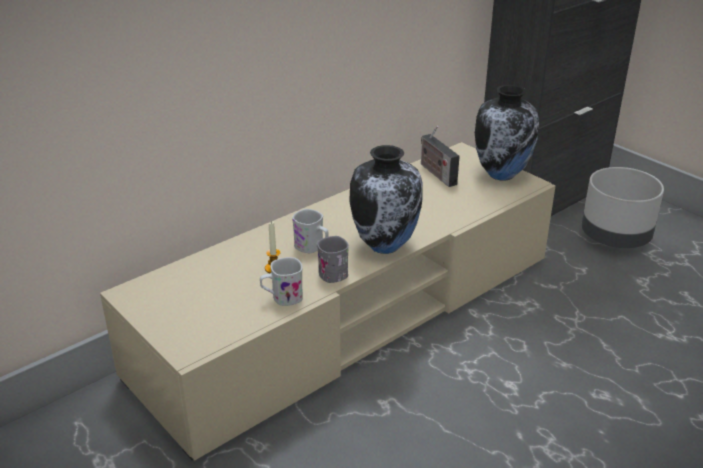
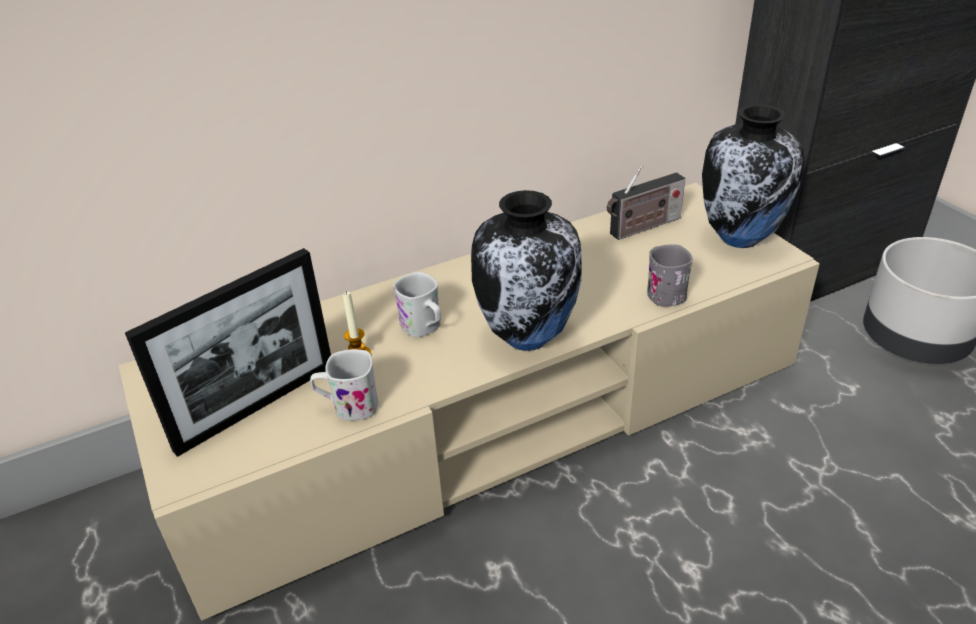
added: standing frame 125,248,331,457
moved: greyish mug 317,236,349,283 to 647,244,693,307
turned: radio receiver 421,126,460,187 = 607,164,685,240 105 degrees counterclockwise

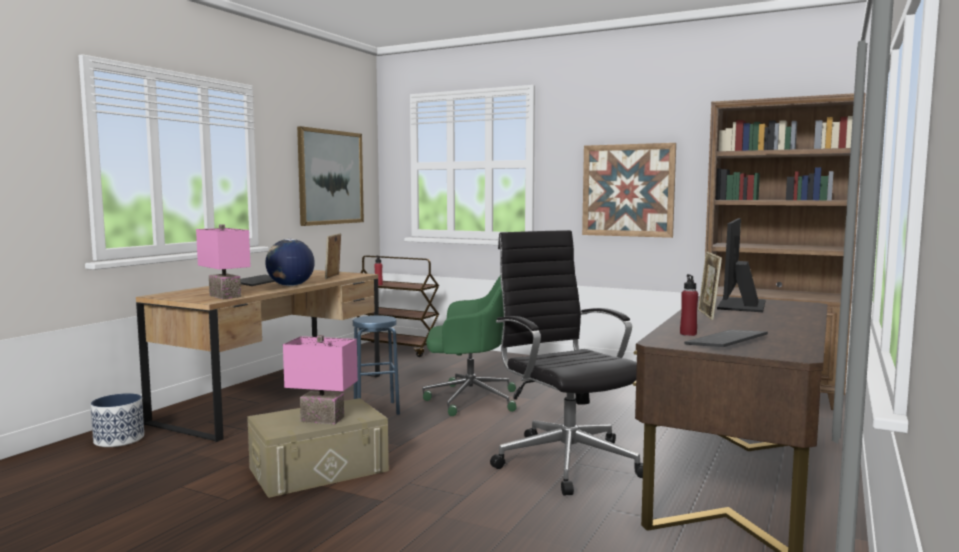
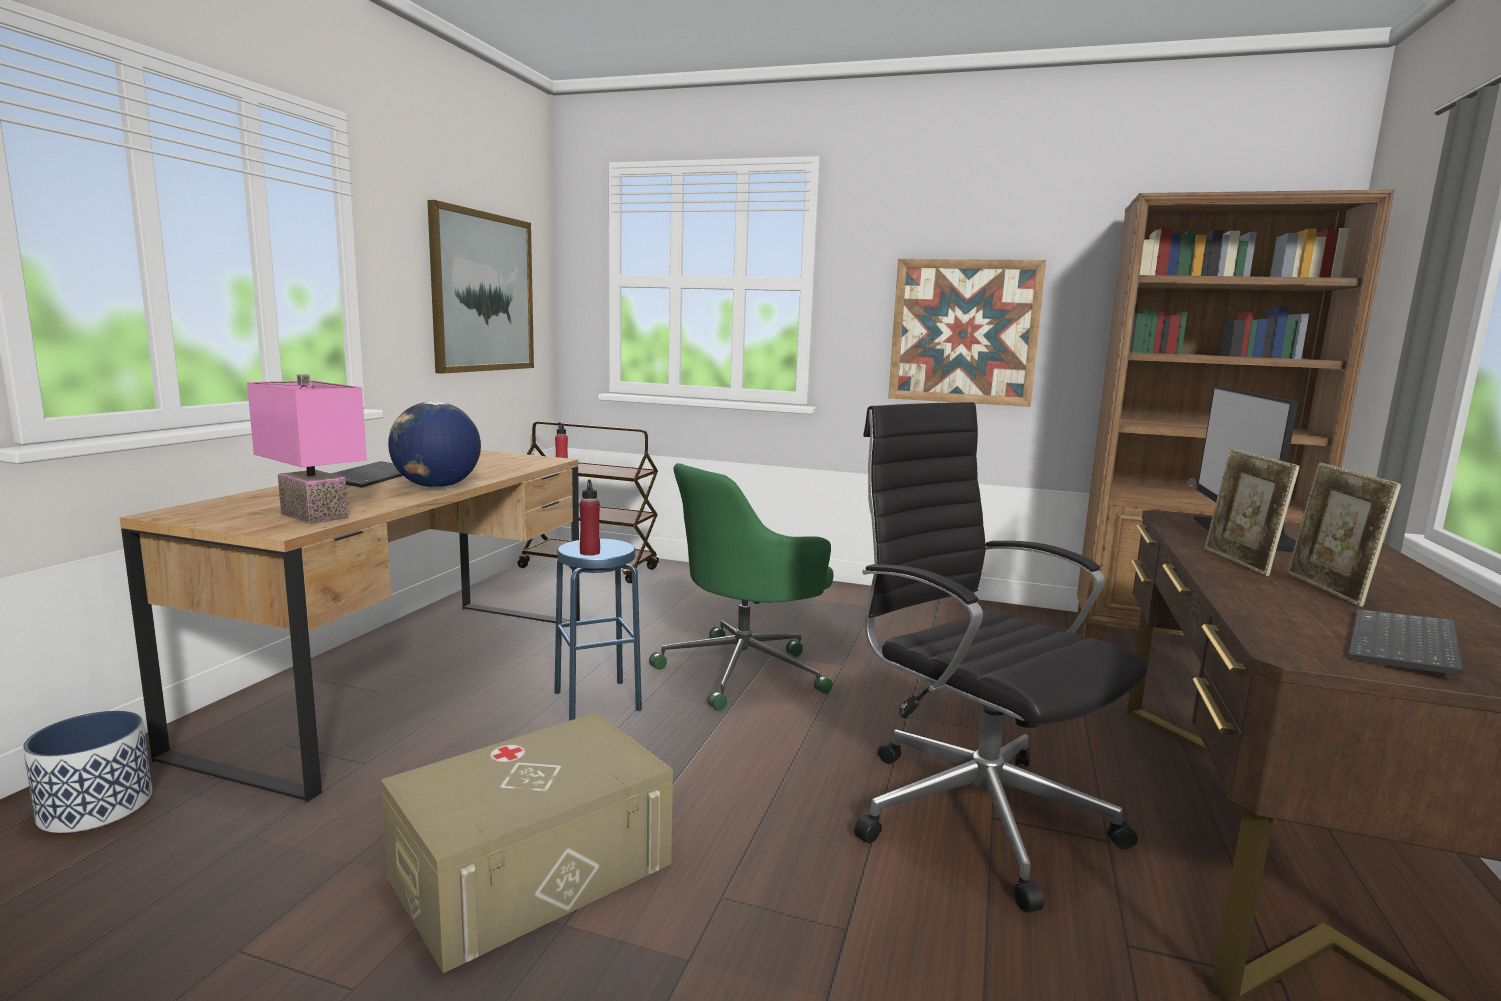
removed: pink-coloured table lamp 283,335,358,424
moved: standing frame 325,233,341,279 to 1287,463,1401,607; red beverage bottle 680,274,698,336 to 579,479,600,556
turned: green-coloured office chair 422,276,516,416 = 649,463,834,711 150 degrees clockwise

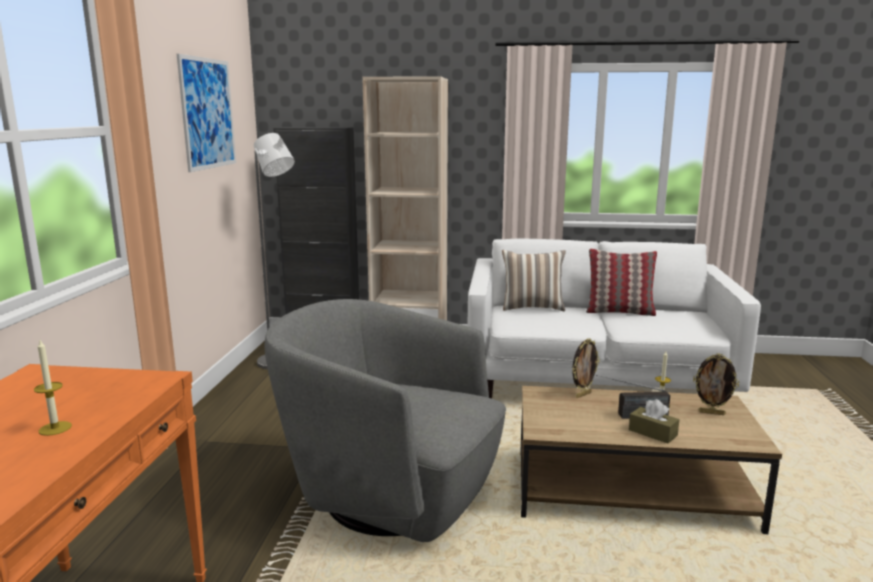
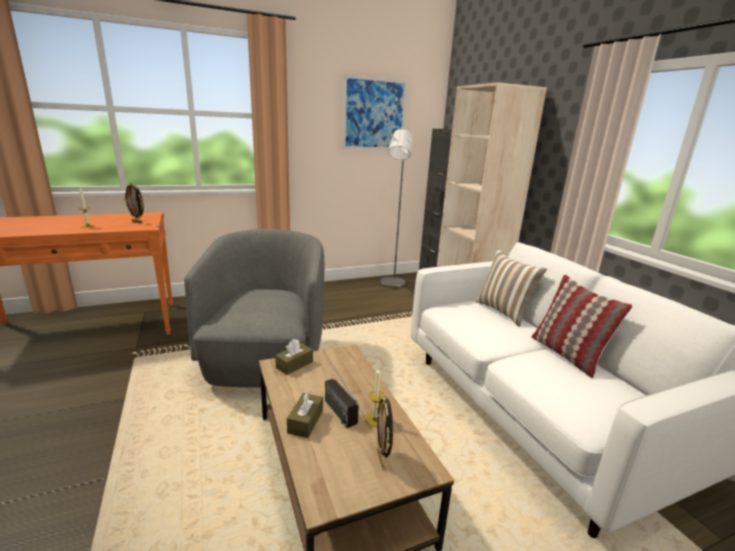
added: brown-coloured tissue box 275,339,313,375
moved: standing frame 572,338,600,398 to 124,183,144,224

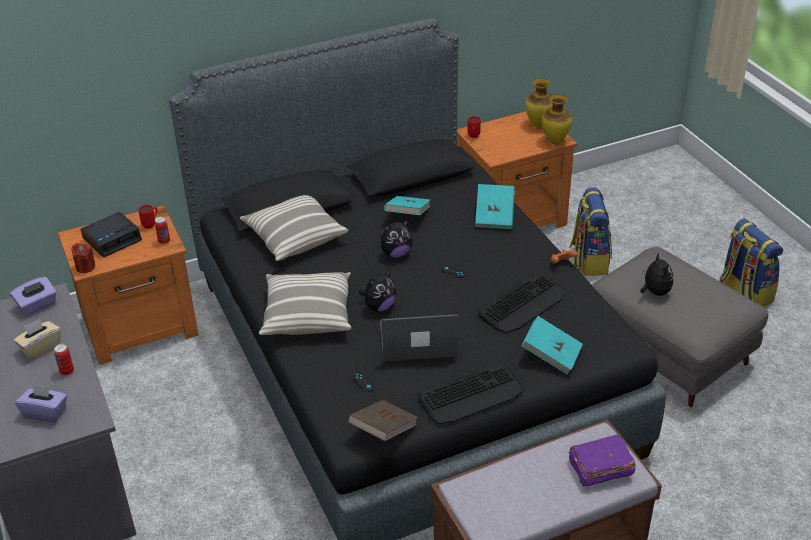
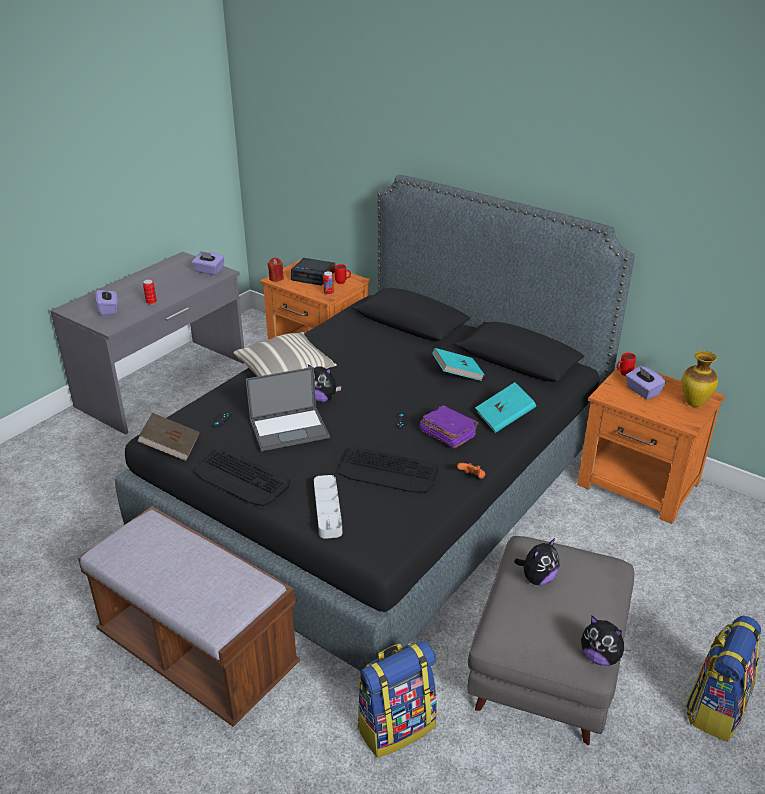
removed: beige-coloured tissue box 14,318,61,360; pillow 240,195,348,261; decorative vase 541,94,572,144
added: purplish tissue box 626,366,666,399
moved: plush toy 380,219,413,257 to 581,616,631,666; purplish book 568,434,636,486 to 420,405,478,448; rucksack 570,187,612,276 to 357,640,437,758
replaced: blue-green book 521,316,583,375 to greyish carrying tray 314,475,342,539
turned: notebook computer 380,314,458,362 = 246,367,330,451 105 degrees clockwise

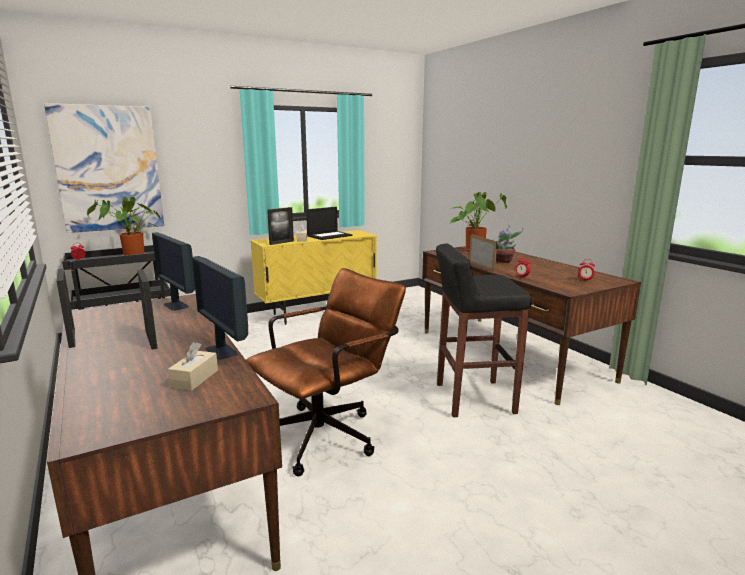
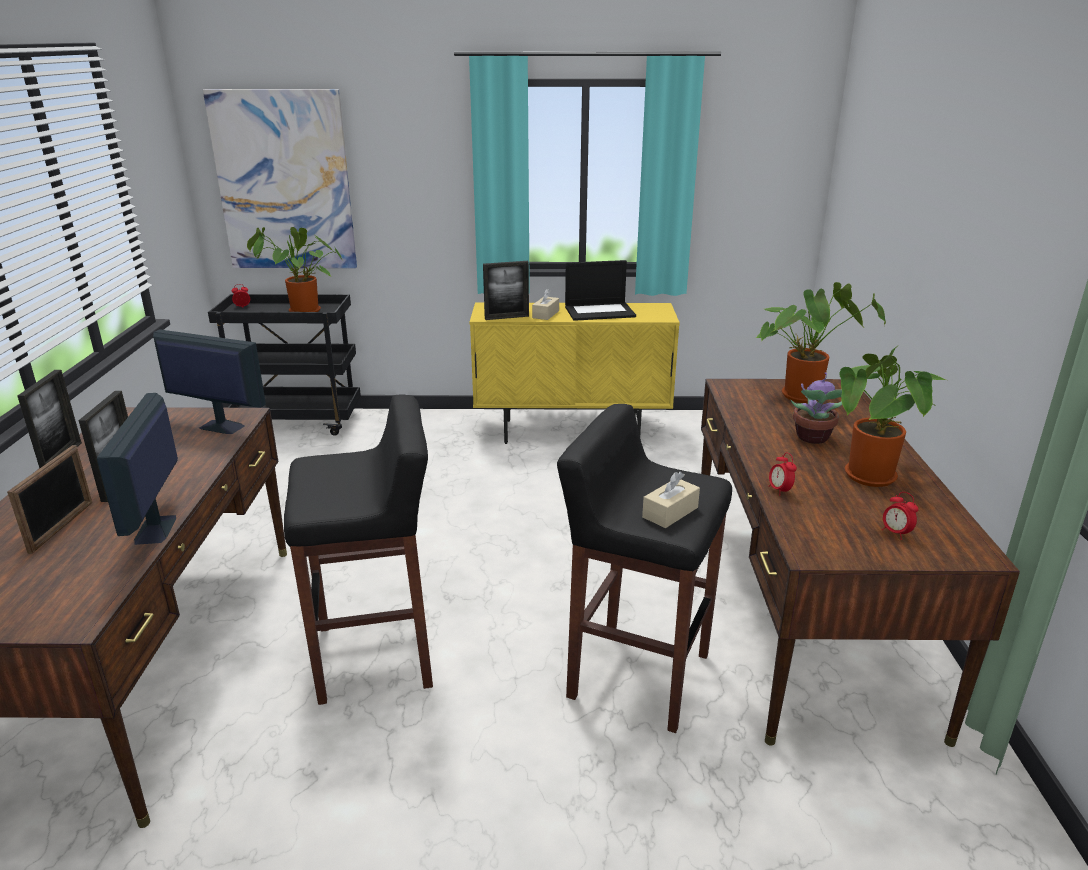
added: houseplant 840,347,946,487
moved: beige-coloured tissue box 168,342,218,391 to 642,472,700,528; standing frame 469,234,497,272 to 7,445,92,554
replaced: brown-coloured office chair 246,268,406,477 to blackish sitting stool 284,394,433,705
turned: computer screen 152,232,195,311 = 153,329,266,434 120 degrees clockwise

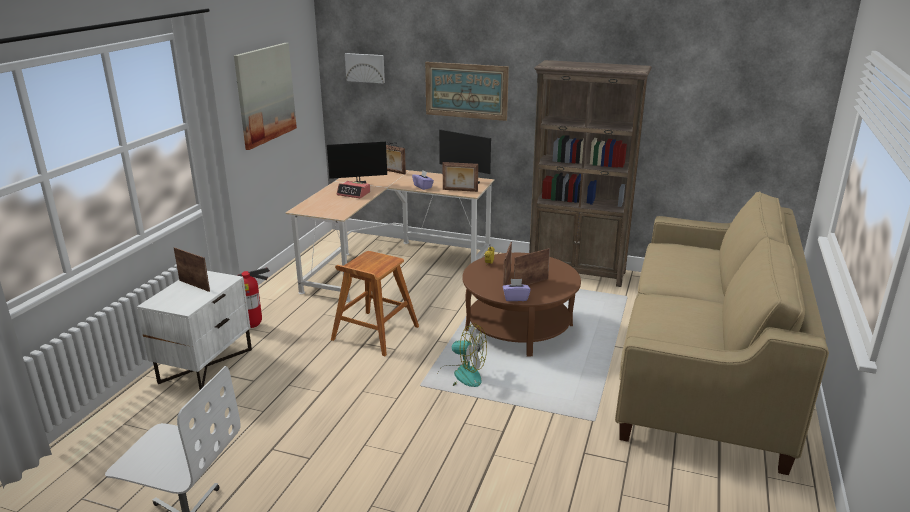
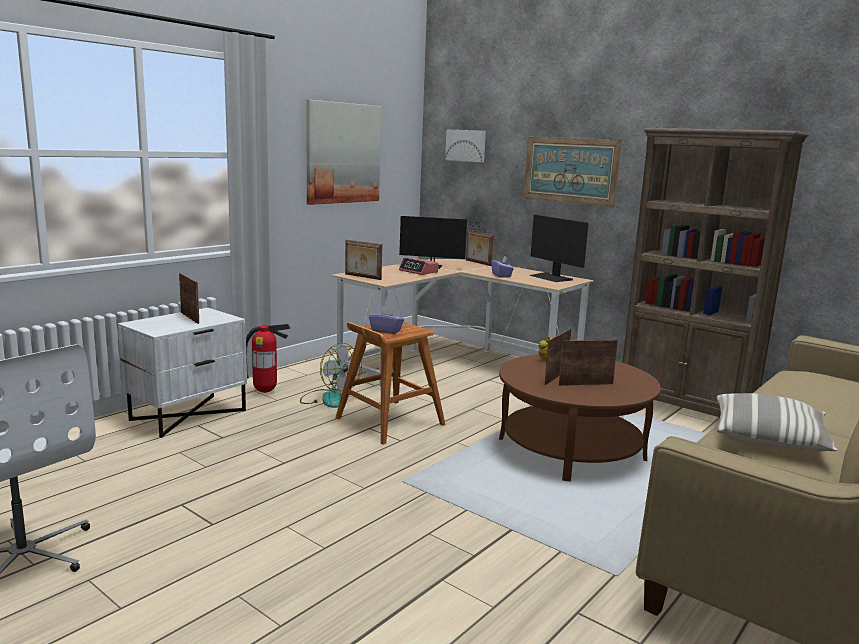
added: pillow 717,393,837,451
moved: cooling fan 442,323,487,387 to 300,343,362,408; standing frame 443,162,478,192 to 345,240,382,280; purplish tissue box 502,279,531,301 to 369,306,404,334

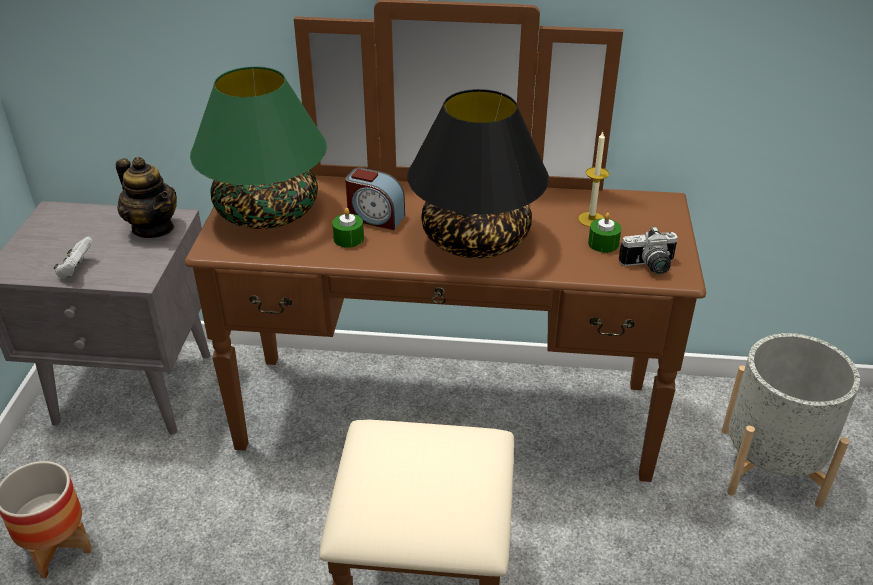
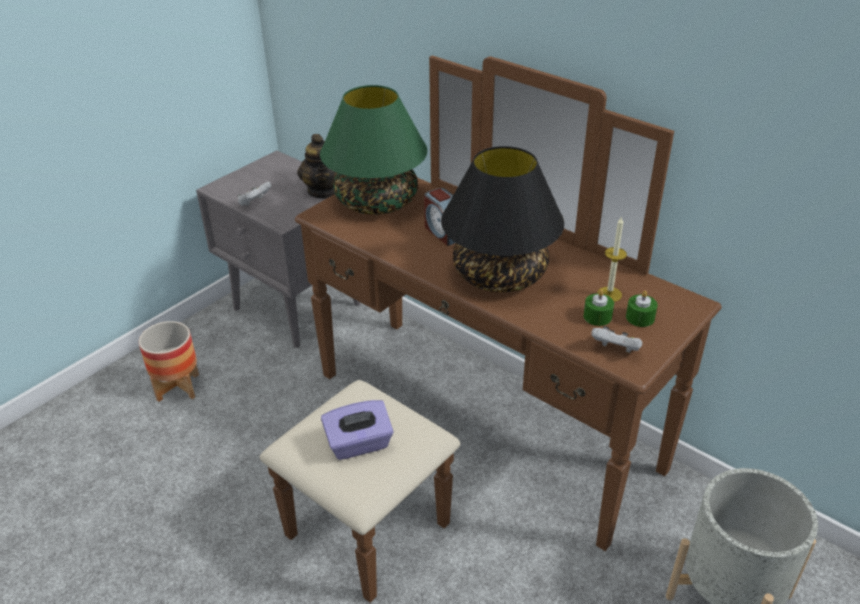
added: purplish tissue box 321,400,394,460
moved: green-coloured wax candle 332,208,364,248 to 626,291,658,327
replaced: photo camera 619,226,678,274 to white joypad 591,326,642,353

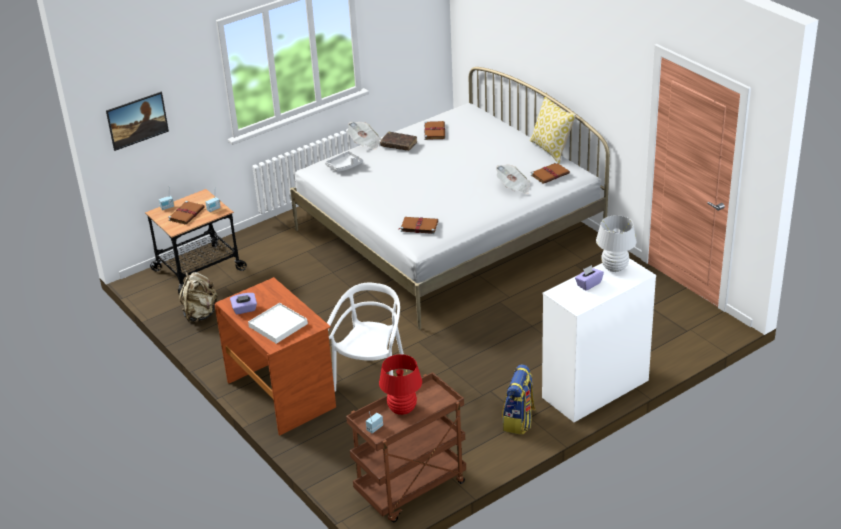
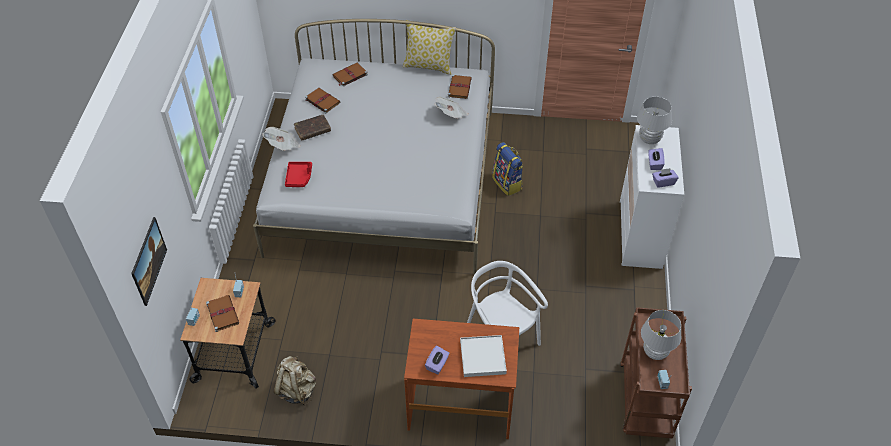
added: purplish tissue box 652,168,679,188
moved: brown-coloured book 399,217,438,234 to 332,63,368,87; rucksack 502,364,536,435 to 492,142,523,196
recoloured: greyish carrying tray 325,151,363,172 to red carrying tray 285,162,312,187; red table lamp 379,354,422,415 to white table lamp 641,310,681,360

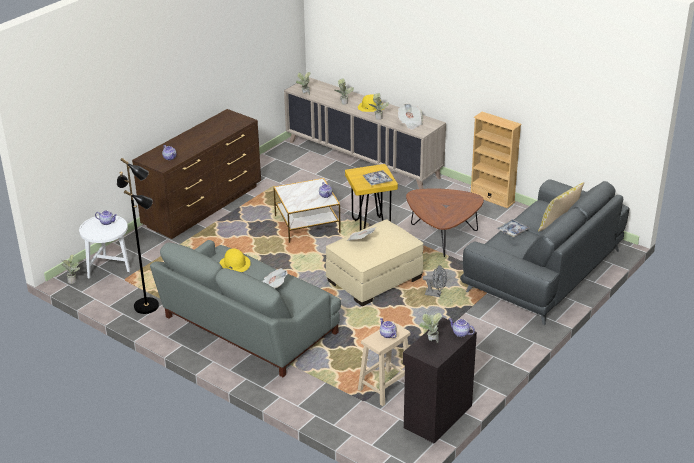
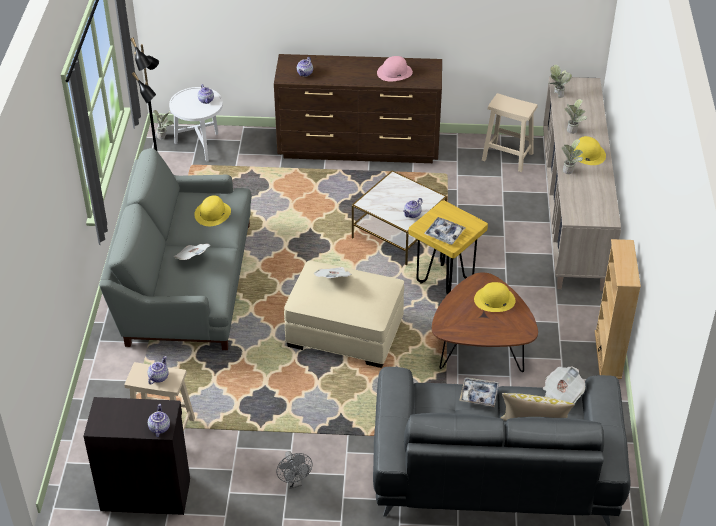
removed: houseplant 419,313,442,343
added: pink-coloured wearable hat 377,56,413,81; yellow wearable hat 474,282,515,312; beige-coloured sitting stool 482,93,538,172
moved: daily paper 398,103,423,130 to 543,367,585,404; greyish cooling fan 423,265,447,297 to 276,451,312,489

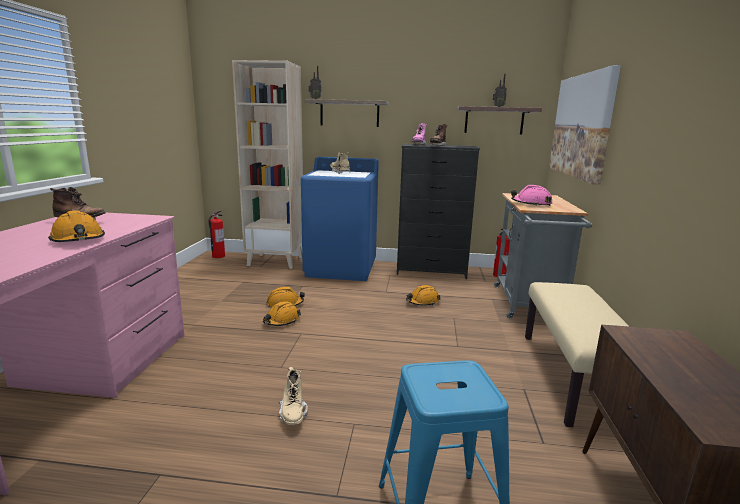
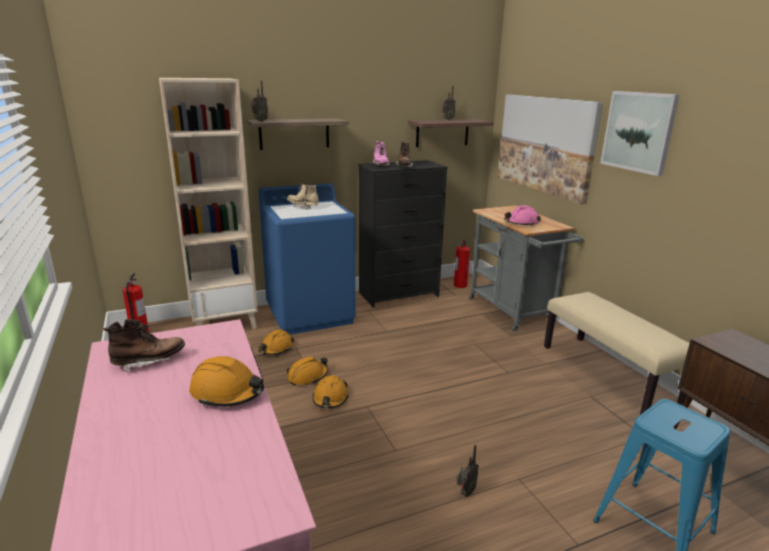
added: wall art 600,91,680,176
moved: orange-coloured hard hat 406,285,441,306 to 258,330,295,355
replaced: beige-coloured tall boot 279,367,308,425 to radio receiver 457,445,479,497

